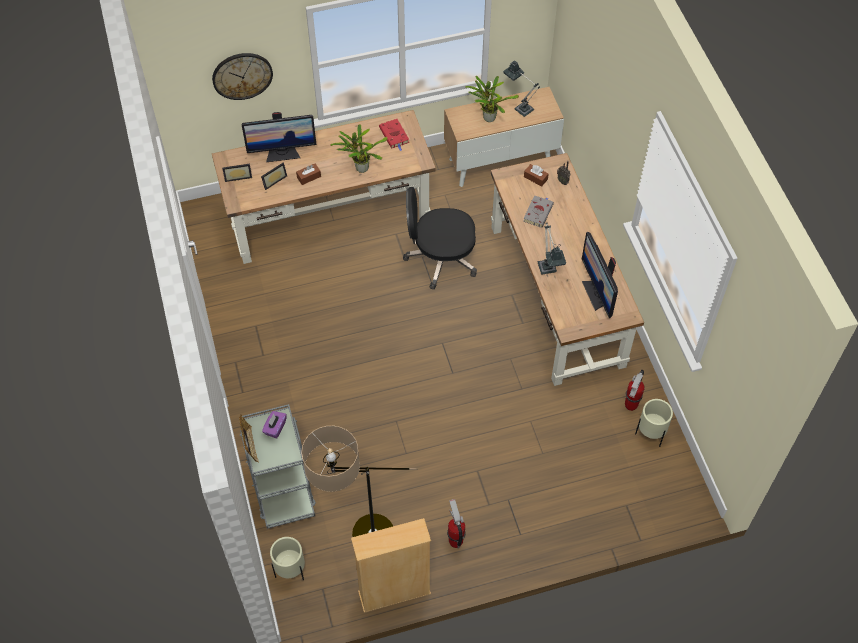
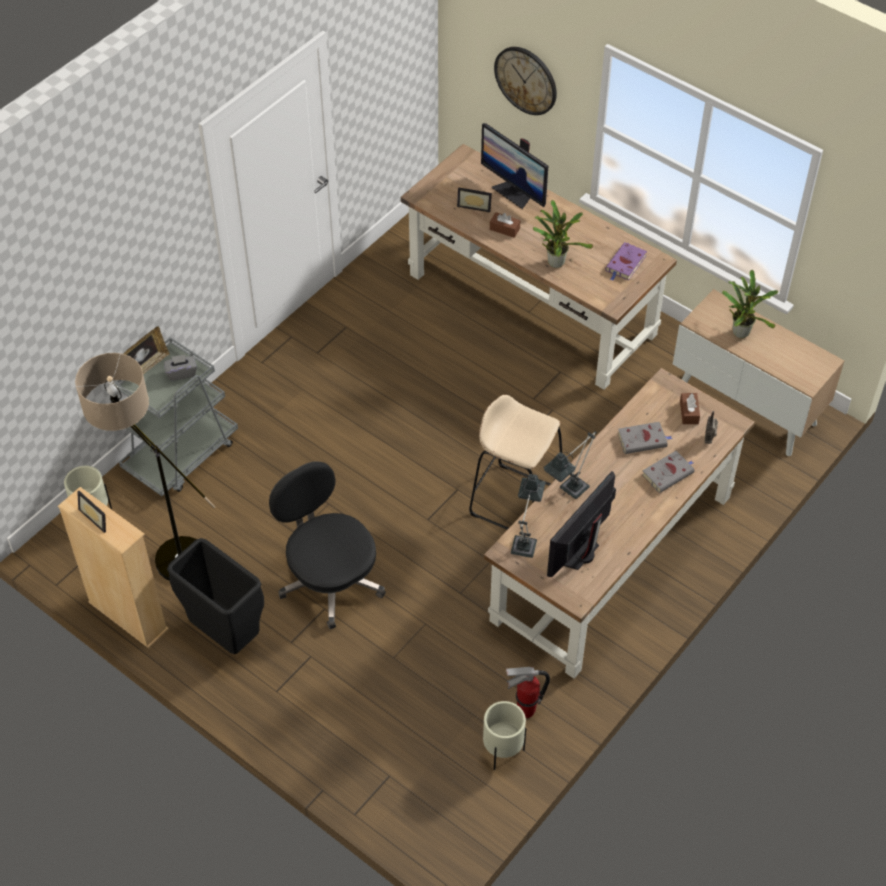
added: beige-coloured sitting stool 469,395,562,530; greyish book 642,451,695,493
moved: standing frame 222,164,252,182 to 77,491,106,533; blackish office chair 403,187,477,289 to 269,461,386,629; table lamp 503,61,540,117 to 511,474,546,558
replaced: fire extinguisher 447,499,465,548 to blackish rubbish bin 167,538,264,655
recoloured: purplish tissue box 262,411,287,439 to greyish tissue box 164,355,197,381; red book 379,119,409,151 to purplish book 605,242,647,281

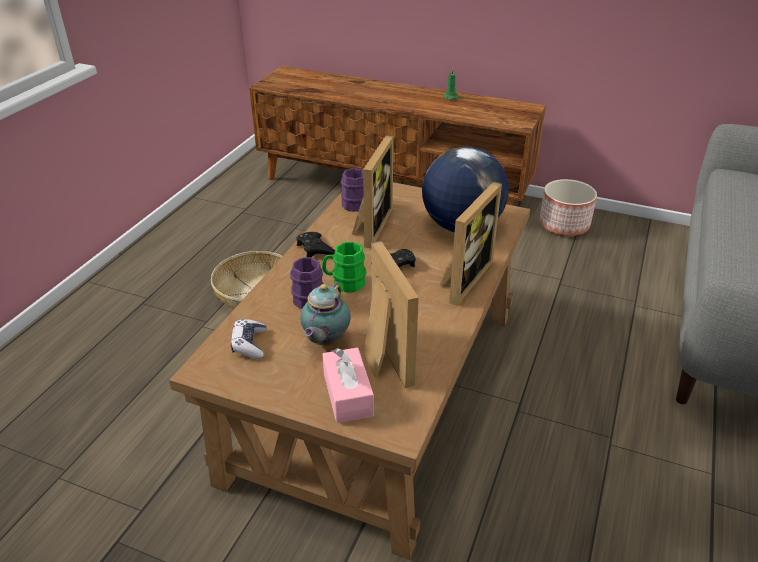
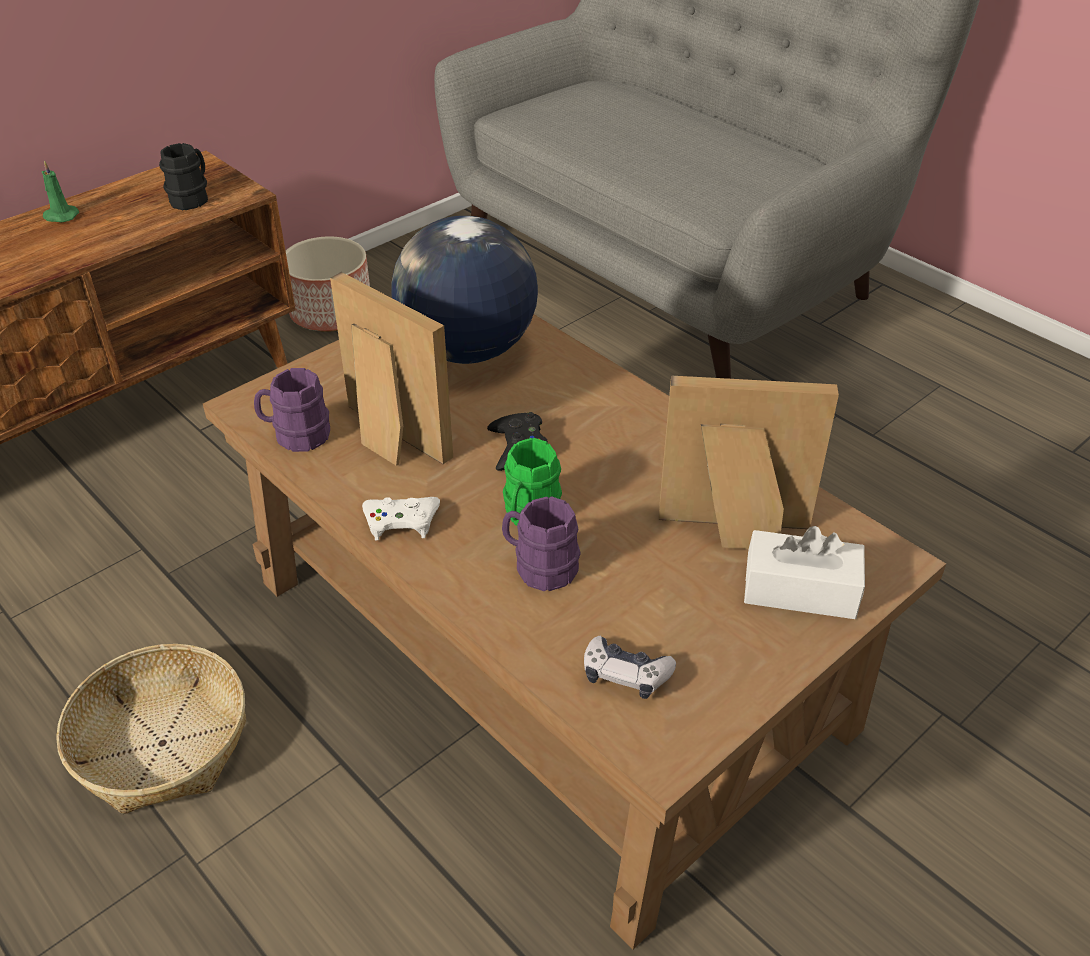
removed: teapot 300,281,351,346; standing frame 440,182,502,306
added: blackish mug 159,143,208,210
recoloured: blackish joypad 296,232,335,257 to white joypad 362,497,440,540; pink-coloured tissue box 323,347,374,423 to white tissue box 744,526,865,619

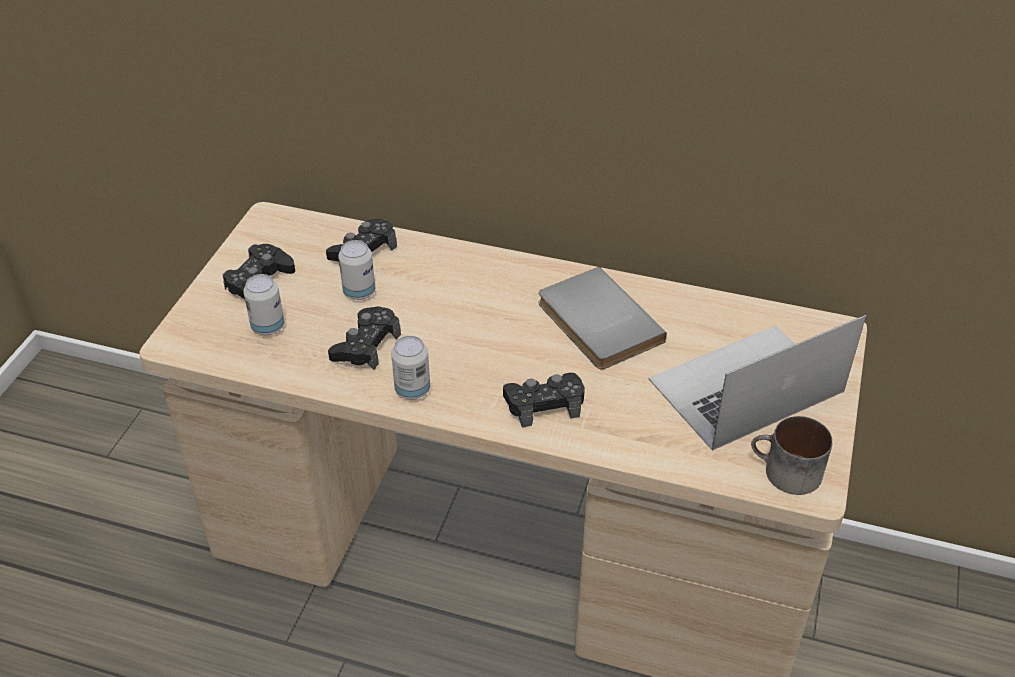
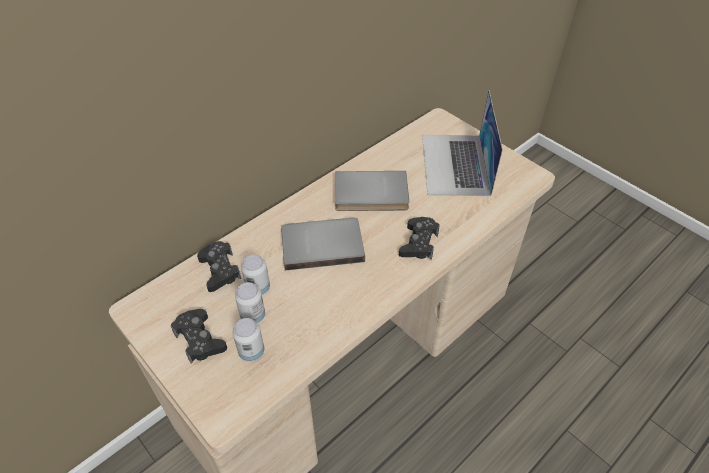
removed: blackish joypad 328,306,401,370; mug 751,416,833,495
added: greyish book 281,218,365,270
moved: can 391,336,430,400 to 235,282,265,323

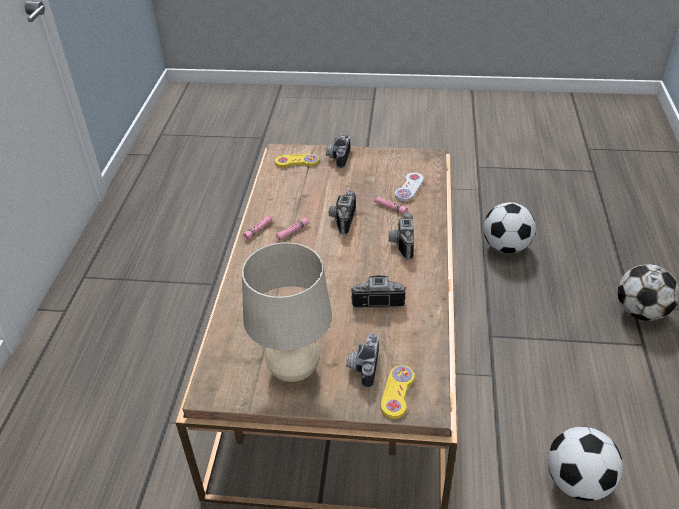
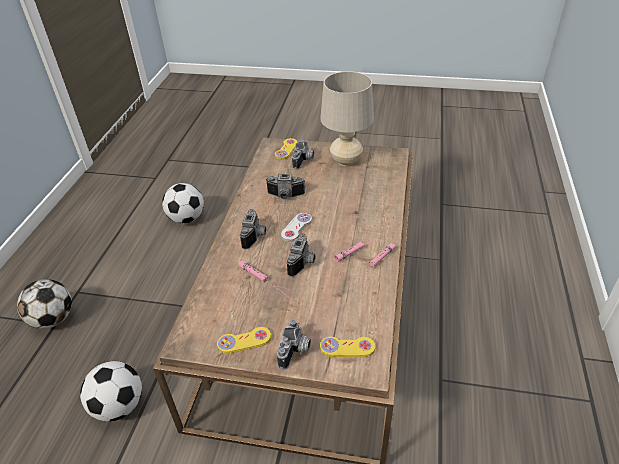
added: yellow joypad 217,327,271,354
moved: white joypad 395,172,424,201 to 281,213,312,242

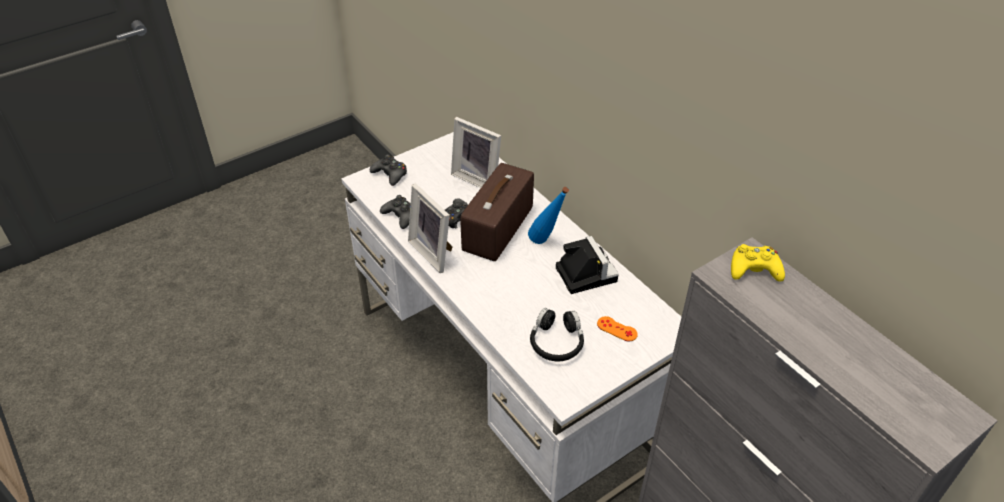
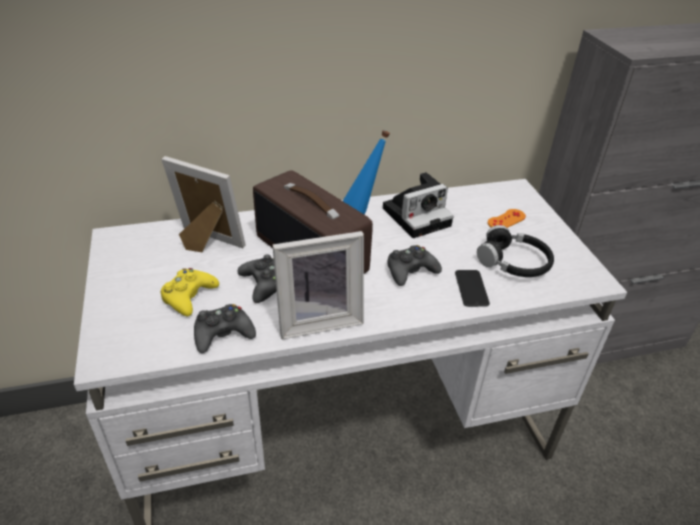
added: handset 455,270,490,307
moved: blackish joypad 370,154,407,186 to 387,245,442,286; yellow joypad 731,244,785,282 to 161,268,219,316
turned: standing frame 451,117,501,188 = 161,156,246,252 120 degrees counterclockwise; photo camera 556,236,619,294 = 383,172,454,238 150 degrees clockwise

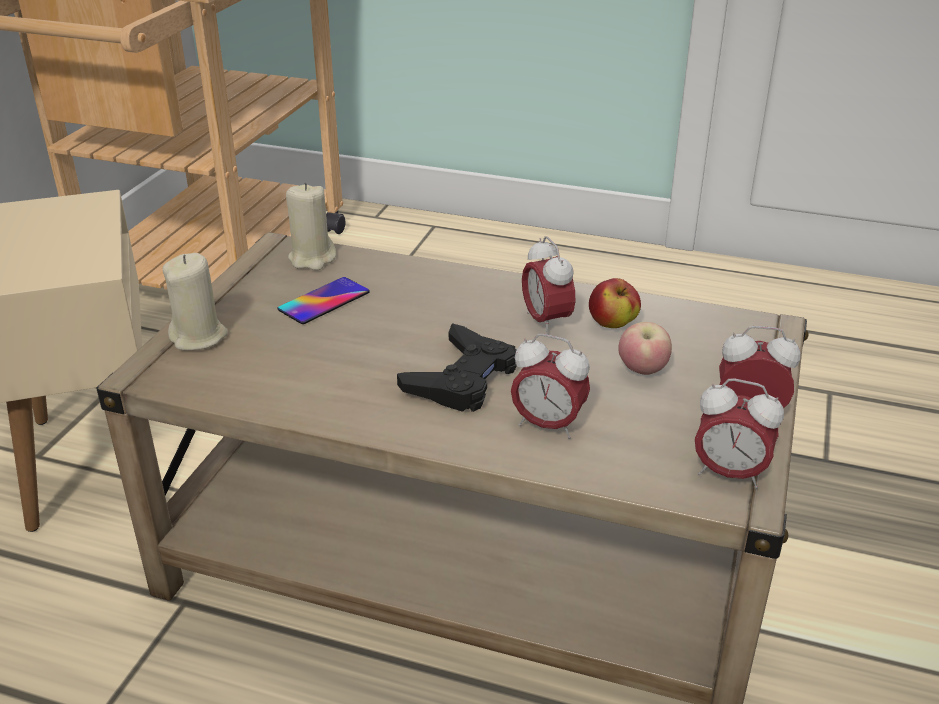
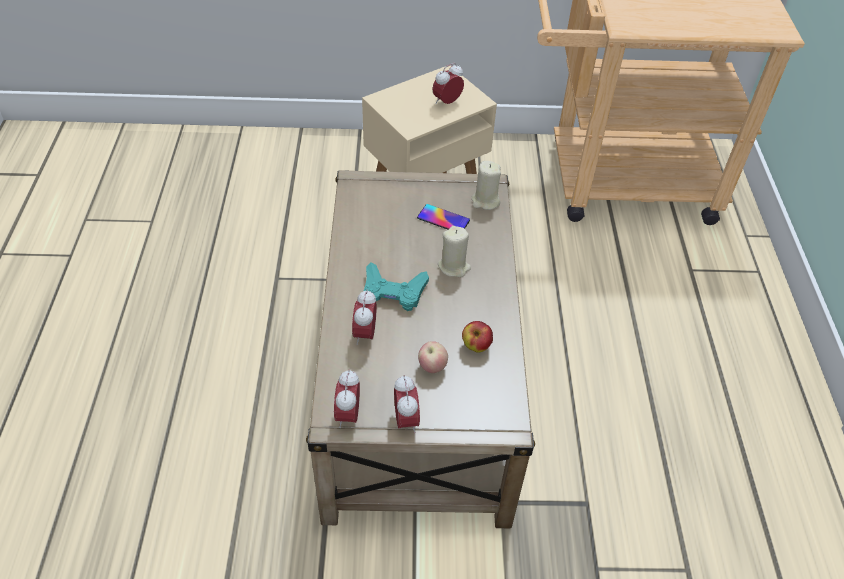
moved: beige-coloured wax candle 163,253,228,351 to 438,226,471,277; table clock 522,236,575,335 to 432,63,464,104
recoloured: blackish joypad 397,323,517,412 to blue-green joypad 364,262,429,311

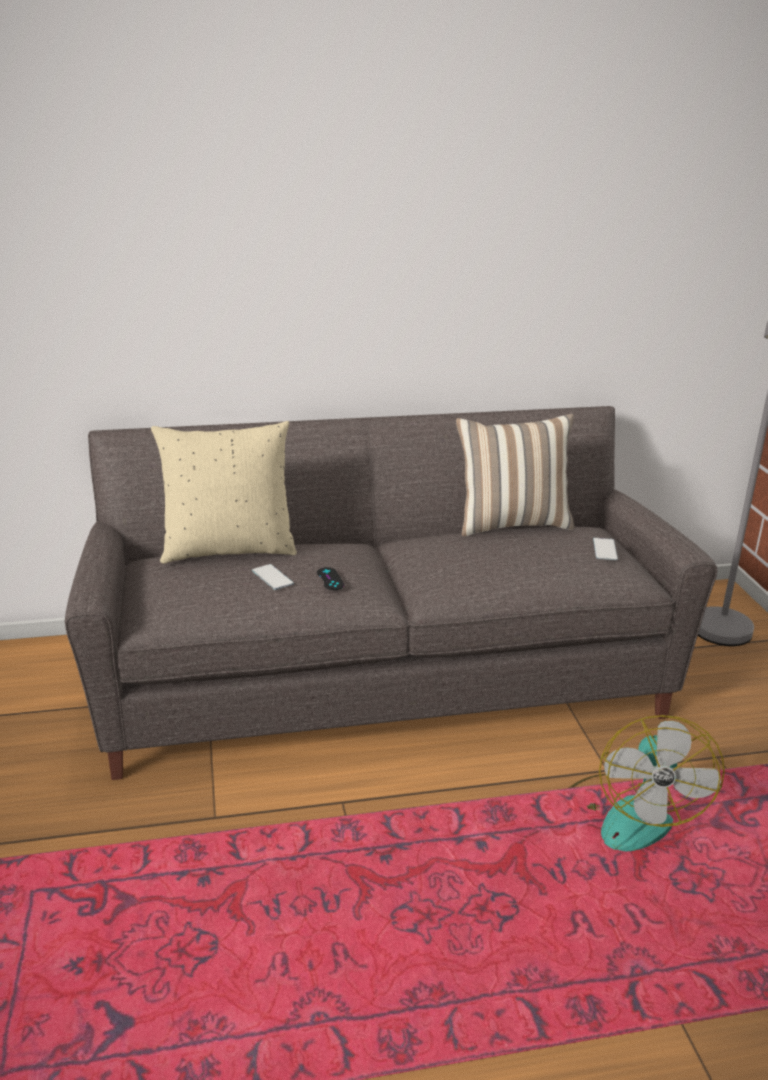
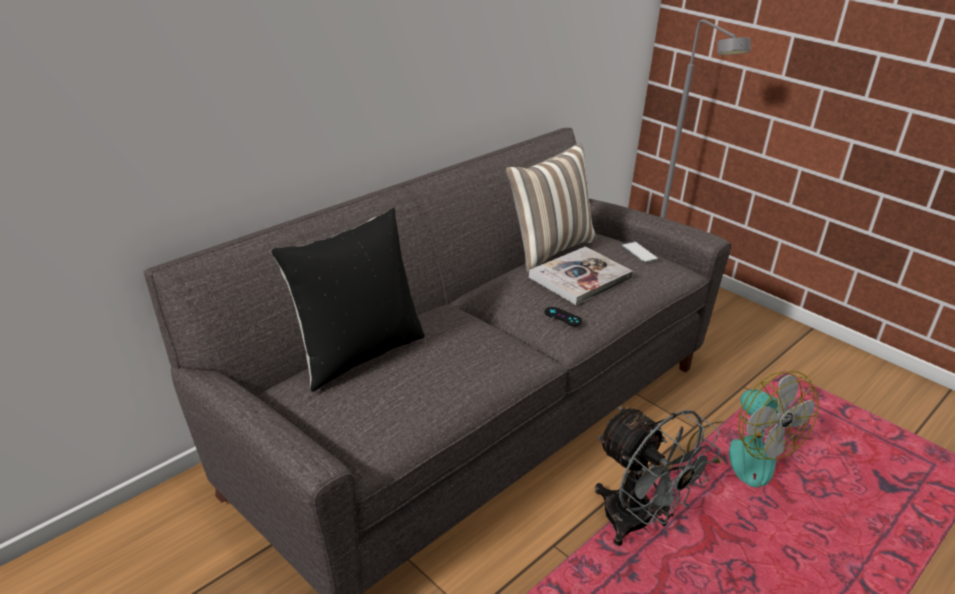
removed: handset 252,564,294,590
added: book 529,246,633,305; greyish cooling fan 595,407,721,546
moved: blackish joypad 317,567,344,590 to 544,307,582,326
recoloured: beige-coloured pillow 151,421,297,564 to blackish pillow 271,207,425,392

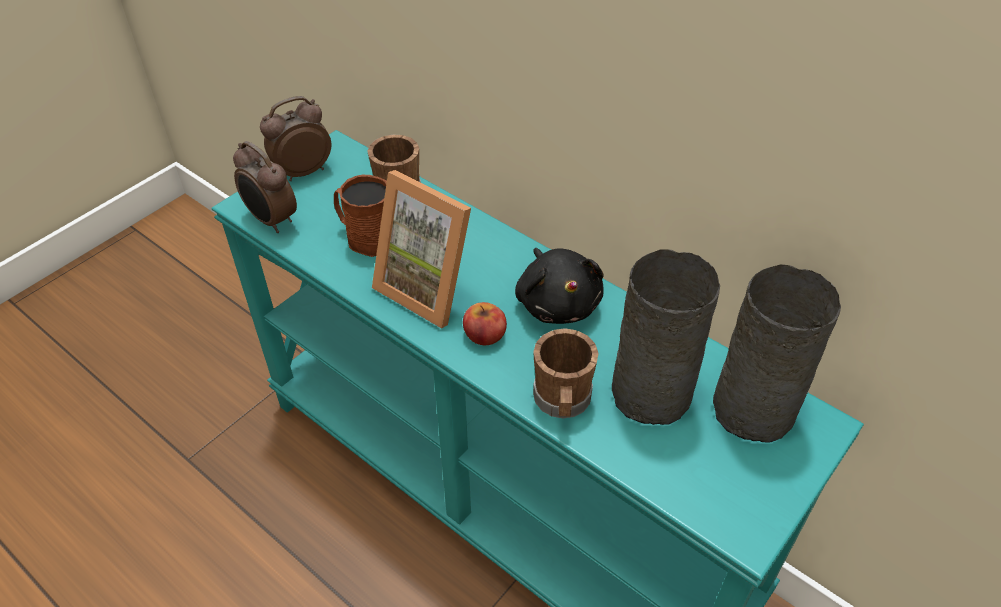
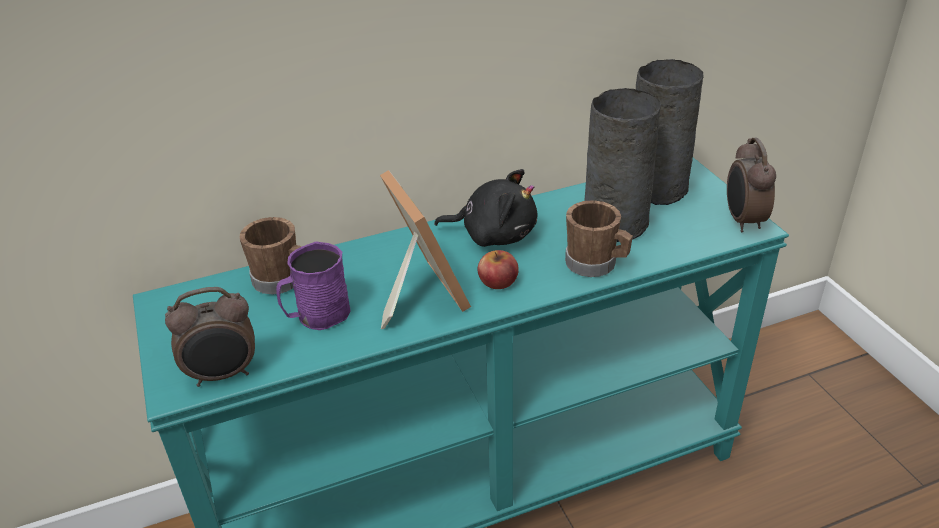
moved: table clock 260,96,331,181 to 727,138,776,232
recoloured: brown-coloured mug 334,175,387,257 to purplish mug 276,241,350,330
turned: standing frame 372,170,471,329 = 380,170,471,329 90 degrees counterclockwise

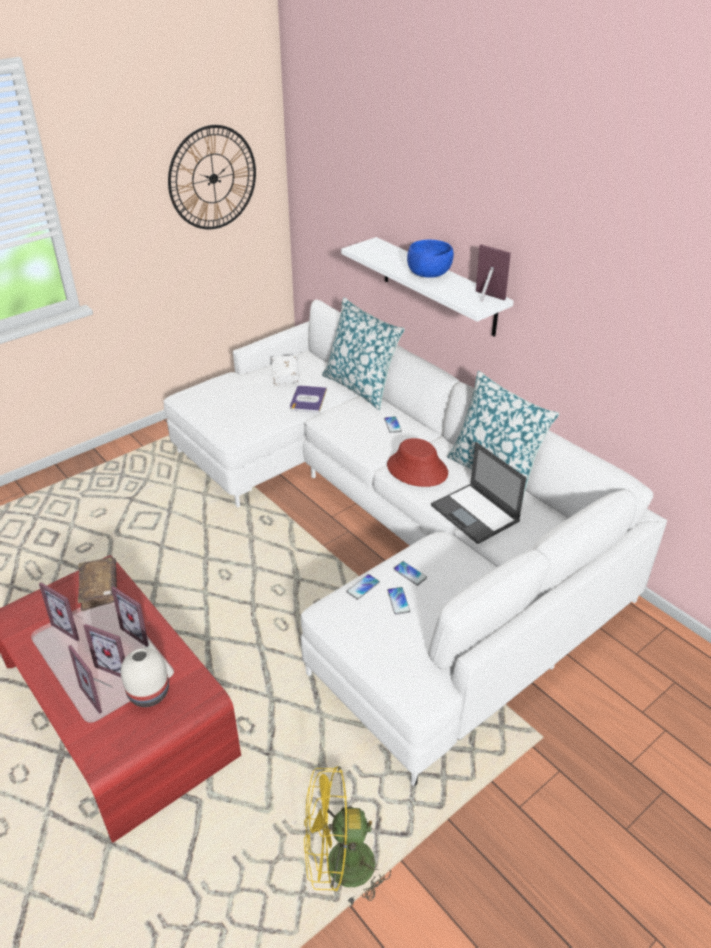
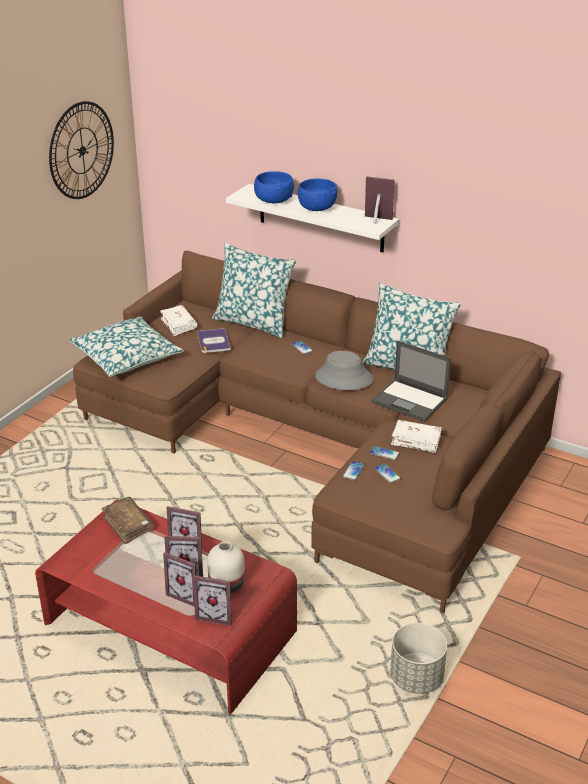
added: pillow 69,317,184,377; blue-coloured bowl 254,171,294,203; white book 391,420,442,453
moved: standing frame 39,583,79,642 to 193,575,232,626
replaced: yellow cooling fan 304,766,391,908 to greyish flower pot 390,623,447,694
recoloured: white settee 164,300,667,786 to brown-coloured settee 73,251,561,614; red wearable hat 387,438,448,487 to greyish wearable hat 315,351,373,390

